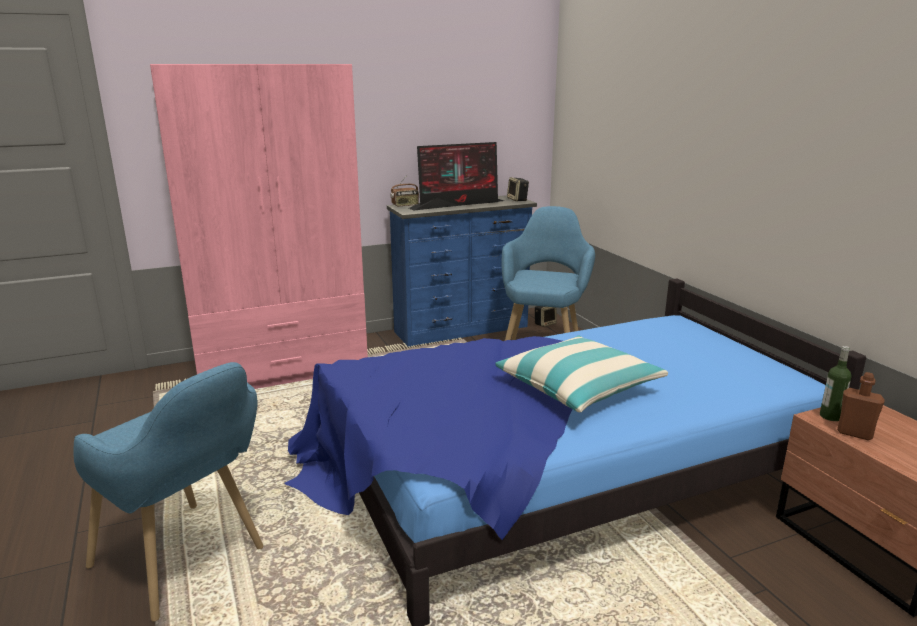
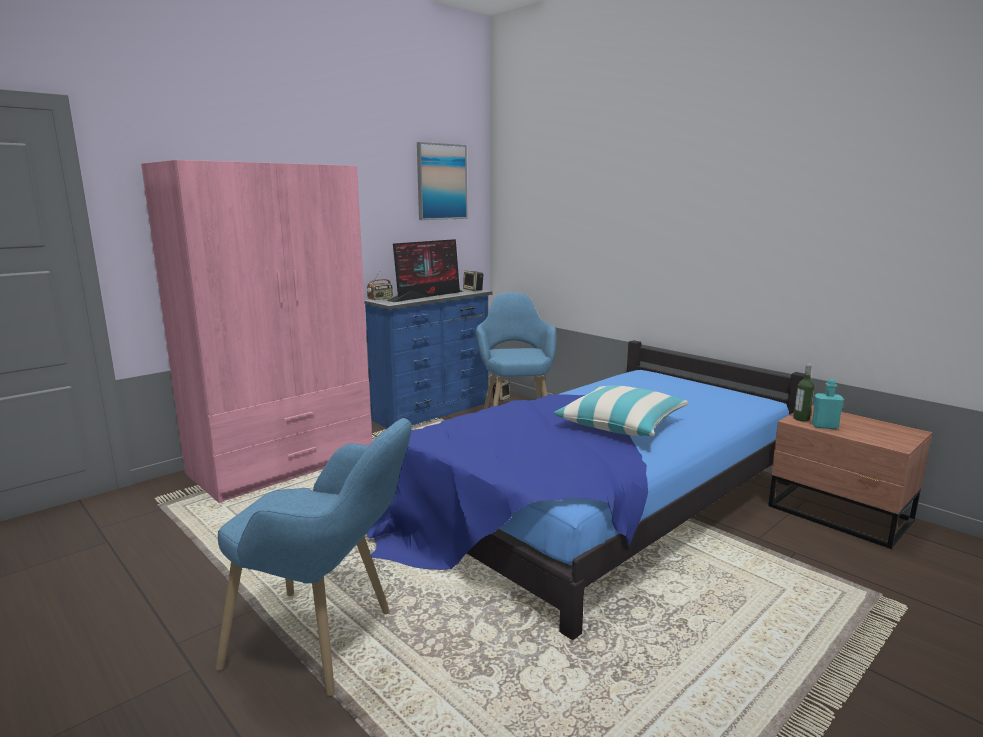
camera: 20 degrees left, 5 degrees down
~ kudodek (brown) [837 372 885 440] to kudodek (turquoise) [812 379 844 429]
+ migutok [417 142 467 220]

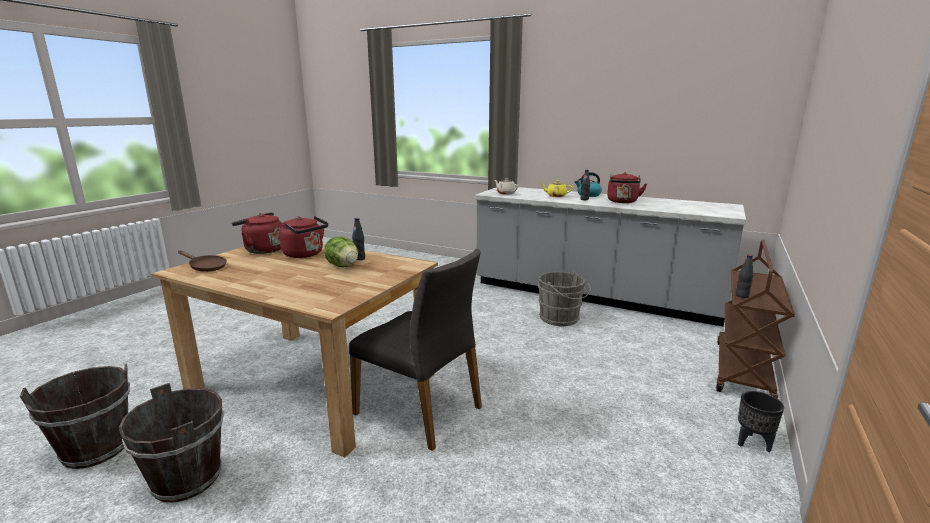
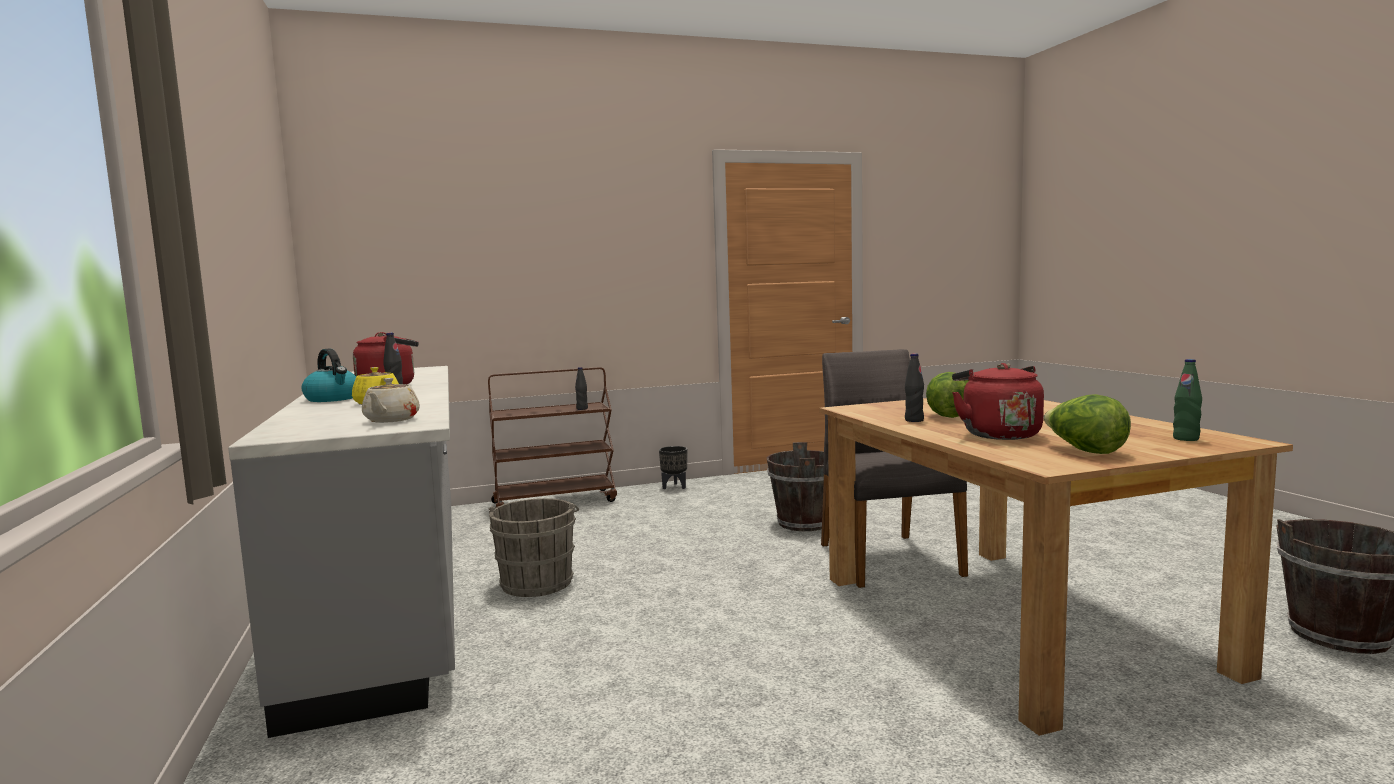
camera: 135 degrees left, 10 degrees down
~ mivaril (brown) [119 383 224 503] to [766 442 824 531]
~ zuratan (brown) [178 250 227 272] to kudodek (green) [1173 359 1202 441]
~ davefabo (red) [232 212 283 254] to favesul [1043 394 1131 454]

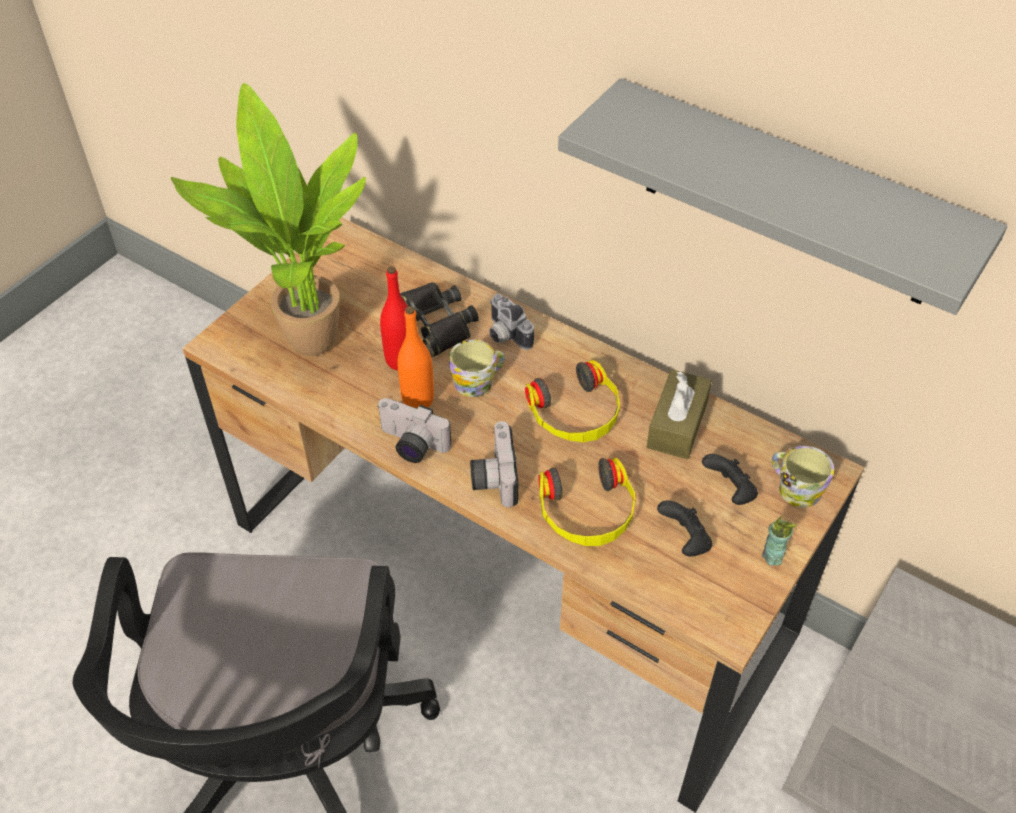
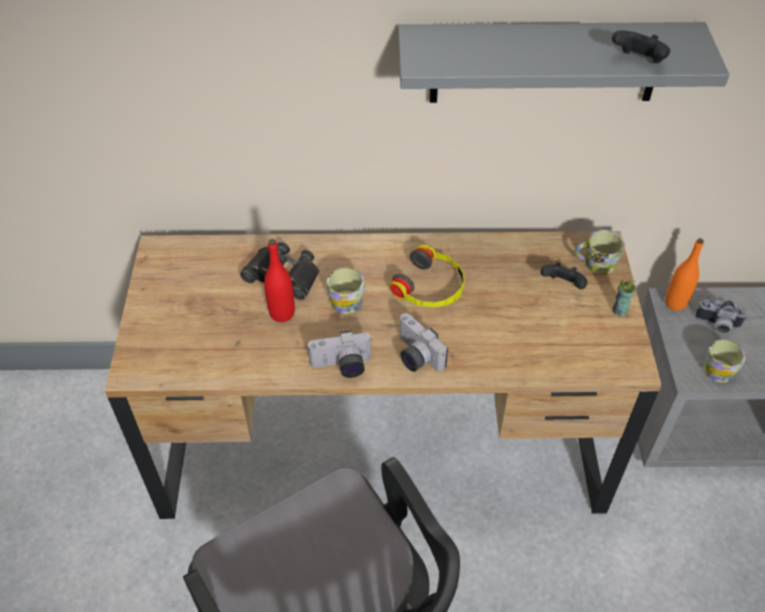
camera: 35 degrees left, 0 degrees up
- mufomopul [171 83 366 356]
~ kudodek (orange) [397 306 434 408] to [665 238 704 311]
~ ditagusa [489 293 534 350] to [695 299 747 333]
- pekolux [538 458 635 546]
- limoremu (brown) [647 369 712 459]
~ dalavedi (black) [657 500 712 556] to [612 30 670 63]
+ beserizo [704 340 746 383]

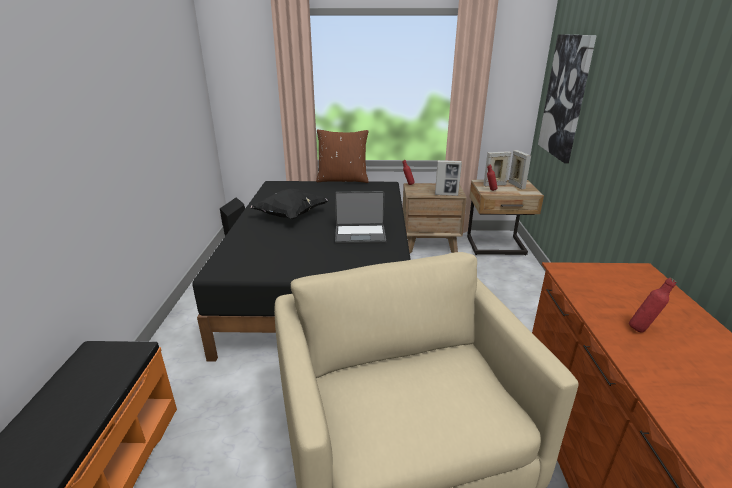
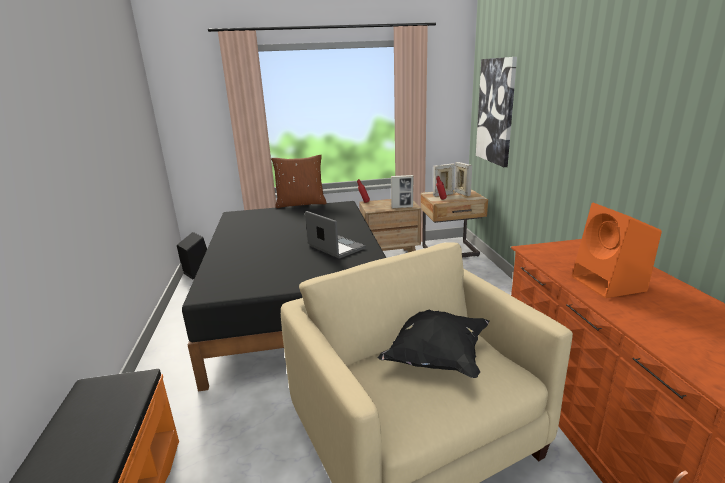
camera: 10 degrees left, 5 degrees down
~ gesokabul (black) [249 189 330 219] to [377 309 490 378]
~ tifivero [335 191 386 244] = [305 211 366 259] 120 degrees counterclockwise
~ kudodek (red) [629 278 676 333] to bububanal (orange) [572 203 662 298]

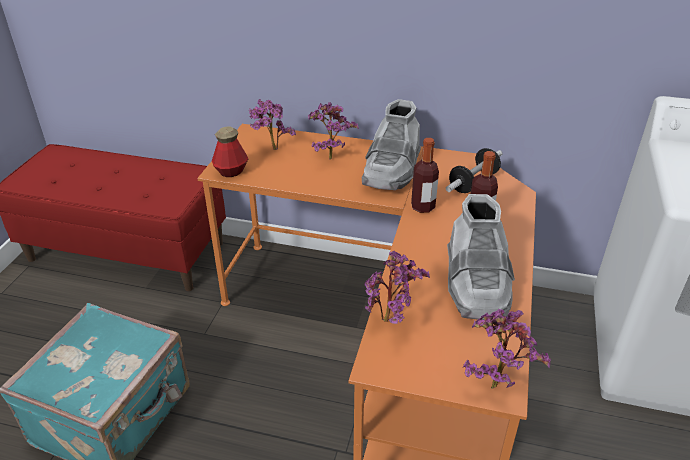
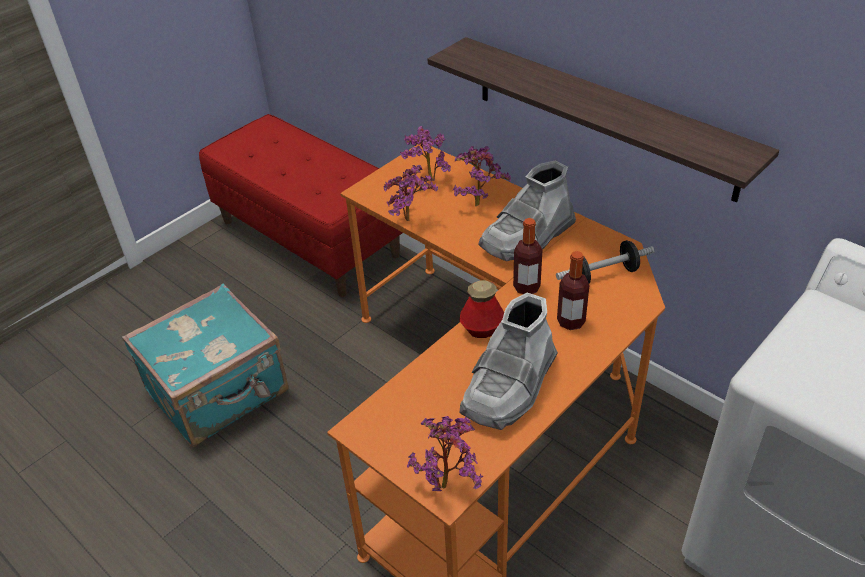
camera: 30 degrees right, 5 degrees up
~ kudodek [212 126 249 177] to [459 280 504 338]
~ mufomopul [364 251 430 324] to [383 165 438 221]
+ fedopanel [428 37 779 202]

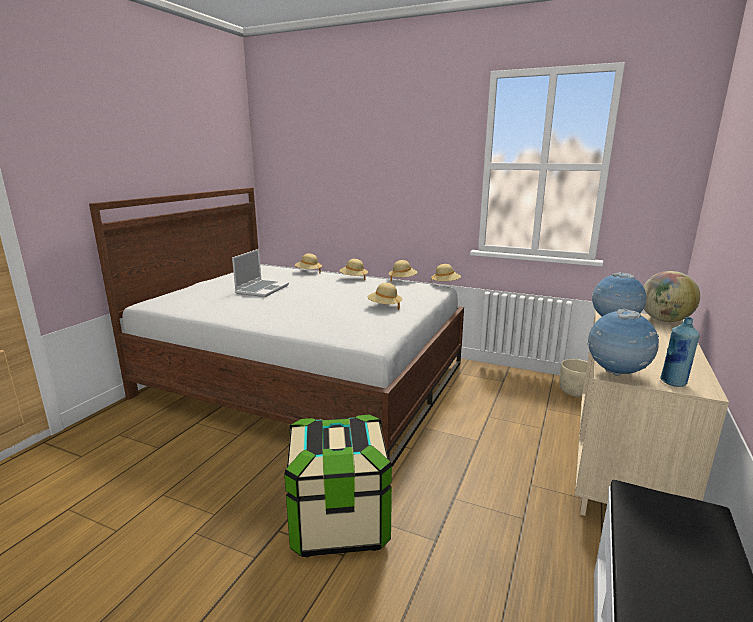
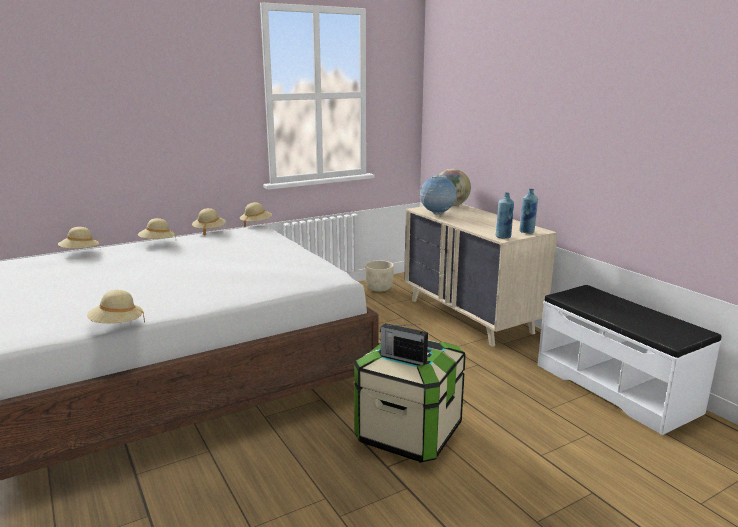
camera: 55 degrees left, 0 degrees up
- tifivero [232 249 289 297]
~ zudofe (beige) [367 283 403 310] to [87 290 145 323]
~ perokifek [587 308 659 376] to kudodek (blue) [496 192 514 238]
+ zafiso [380 323 428 365]

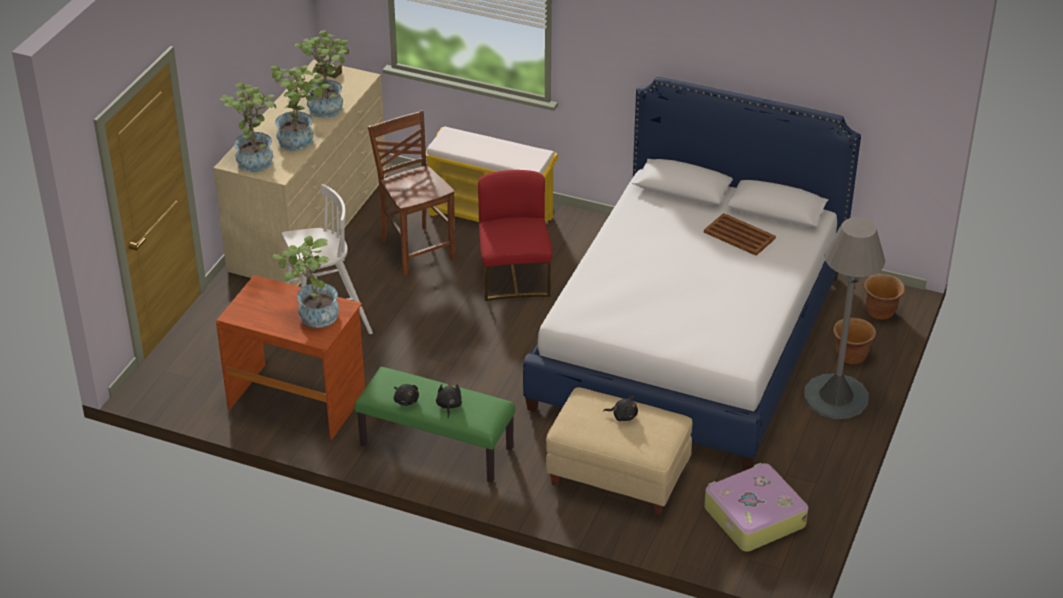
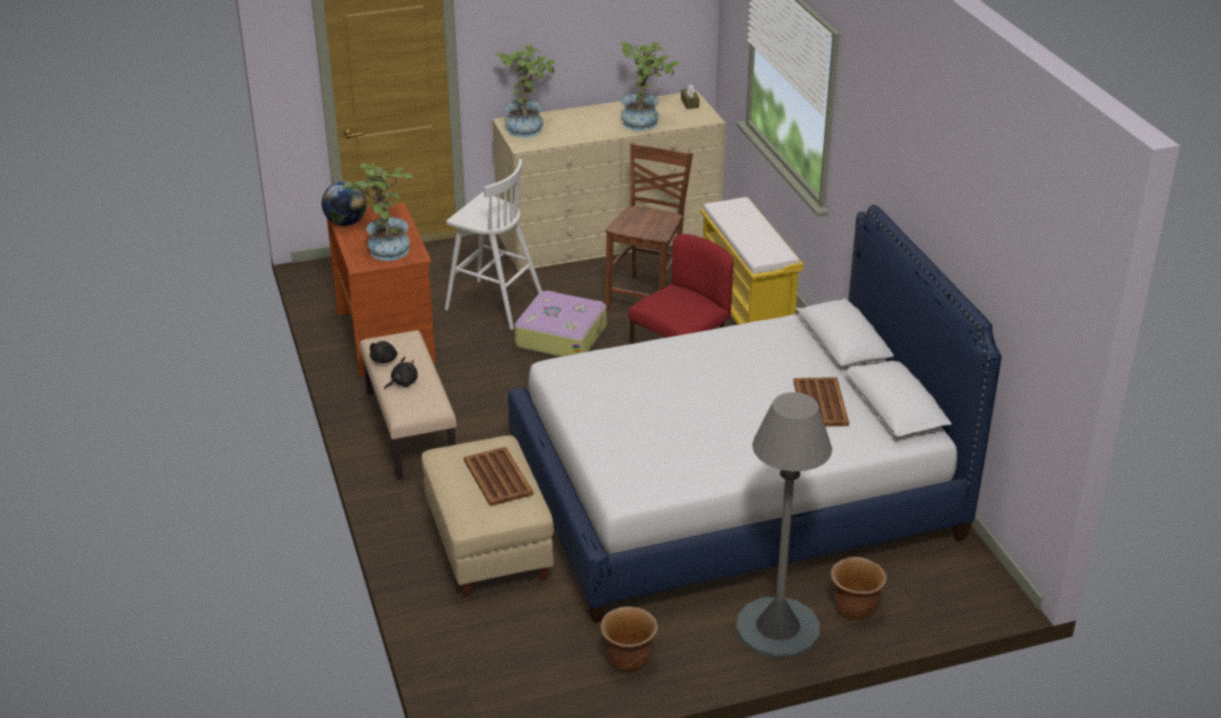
camera: 50 degrees right, 5 degrees down
- mufomopul [270 65 330 151]
~ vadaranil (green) [355 367 515 483] to vadaranil (beige) [359 330 457 480]
~ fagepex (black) [603 396 638 421] to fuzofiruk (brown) [464 447 534 506]
~ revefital [704 463 808 552] to [515 291 607 357]
~ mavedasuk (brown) [864 274 905 320] to [600 606 658 671]
+ perokifek [322 181 366 226]

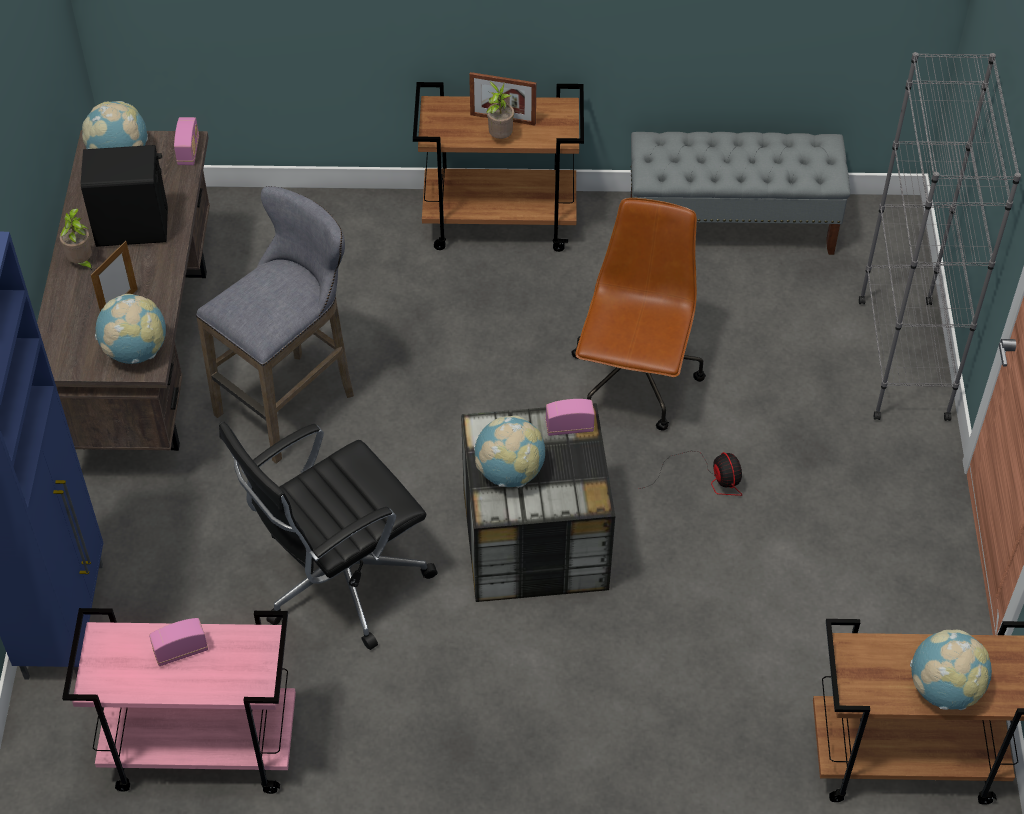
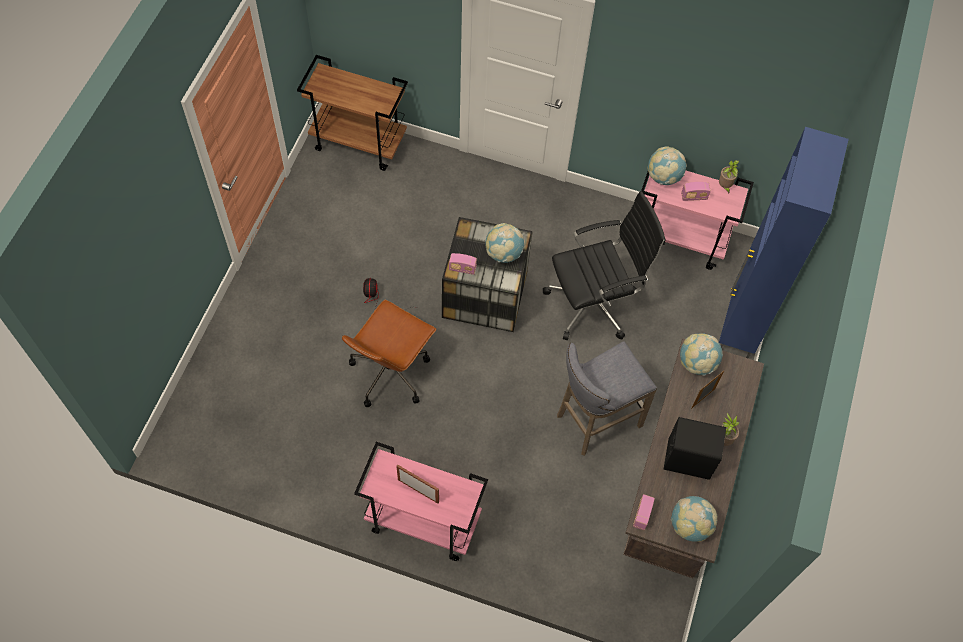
camera: 165 degrees left, 10 degrees up
~ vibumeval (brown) [413 82 584 252] to vibumeval (pink) [354 442 488 561]
~ mufomopul [486 81 514 139] to [719 160 739 195]
- vadaranil (grey) [630 132 850 255]
- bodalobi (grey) [859 52 1021 421]
~ perokifek [910 630 992 711] to [648 146 687 185]

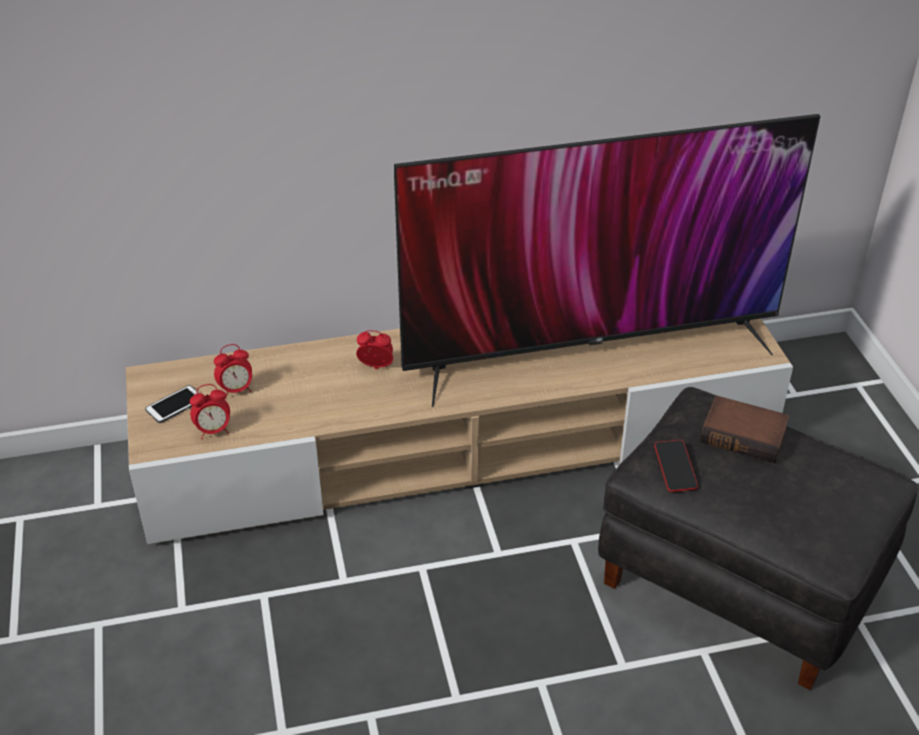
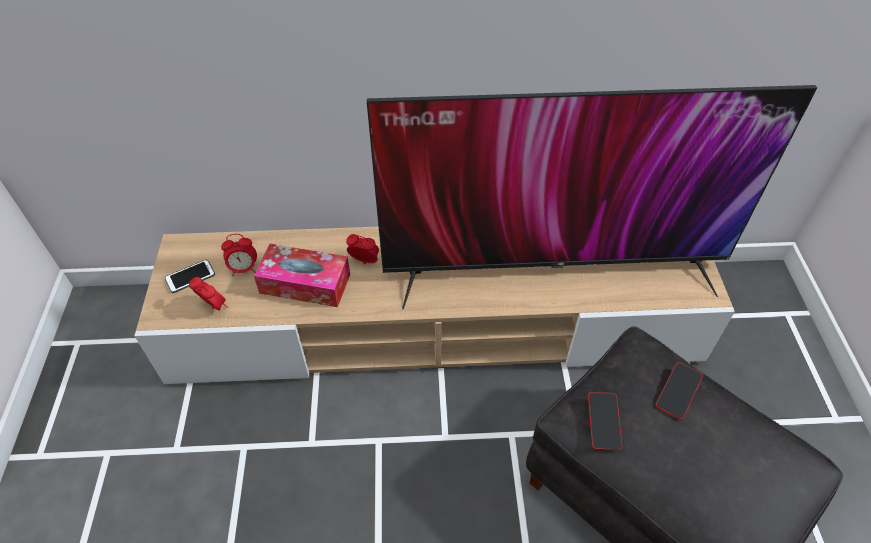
camera: 10 degrees right, 10 degrees up
~ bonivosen [190 384 230 439] = [189 277 228 311] 135 degrees counterclockwise
~ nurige [700 395 790 463] to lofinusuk [656 362 703 420]
+ limoremu [254 244 350 307]

